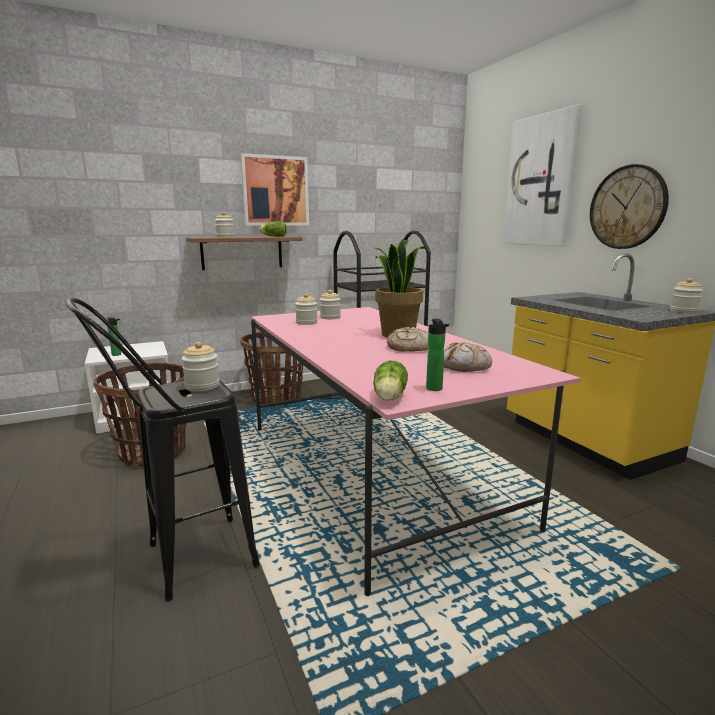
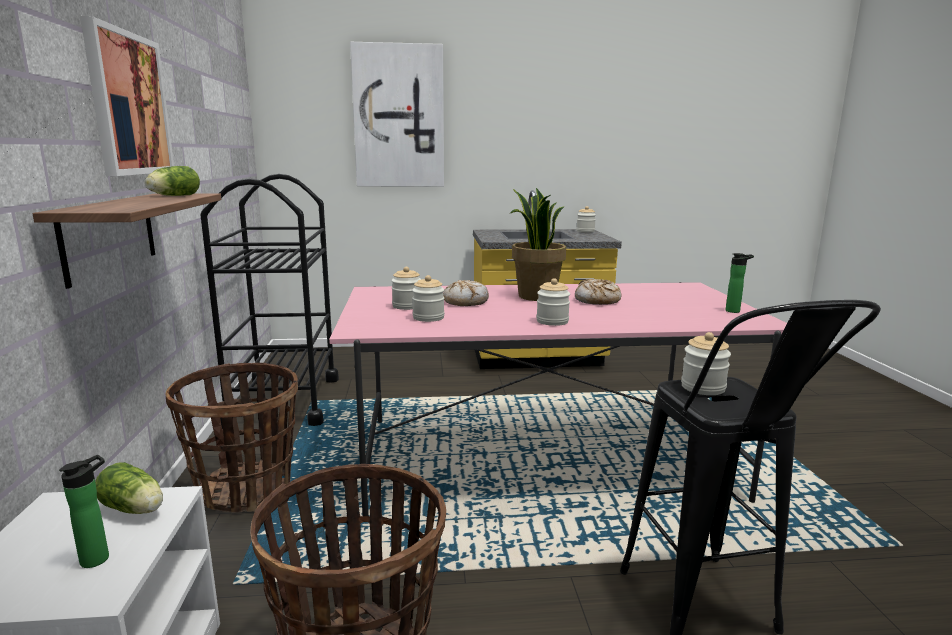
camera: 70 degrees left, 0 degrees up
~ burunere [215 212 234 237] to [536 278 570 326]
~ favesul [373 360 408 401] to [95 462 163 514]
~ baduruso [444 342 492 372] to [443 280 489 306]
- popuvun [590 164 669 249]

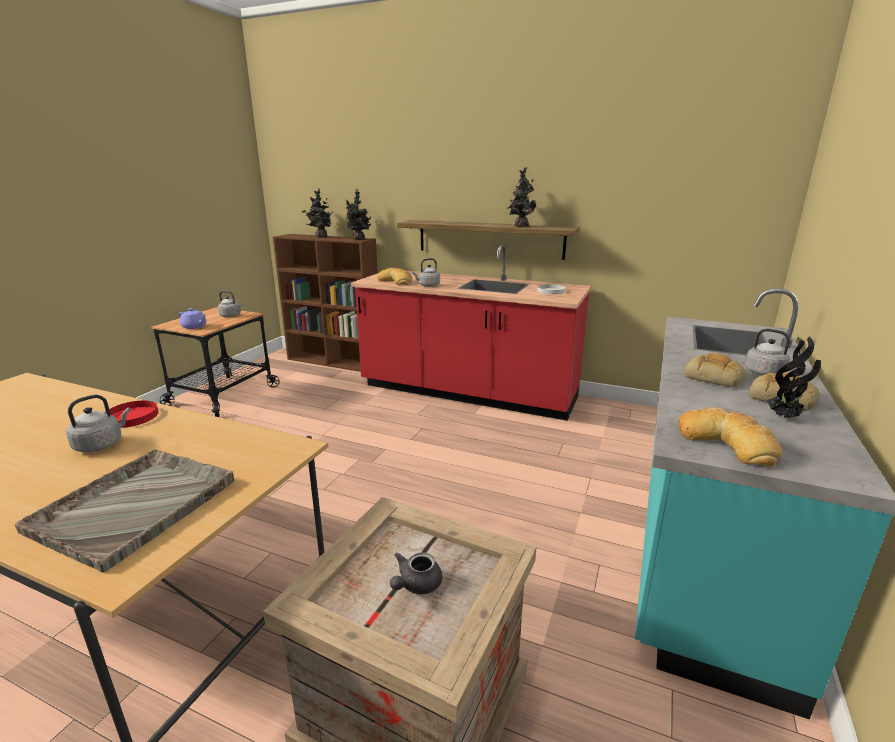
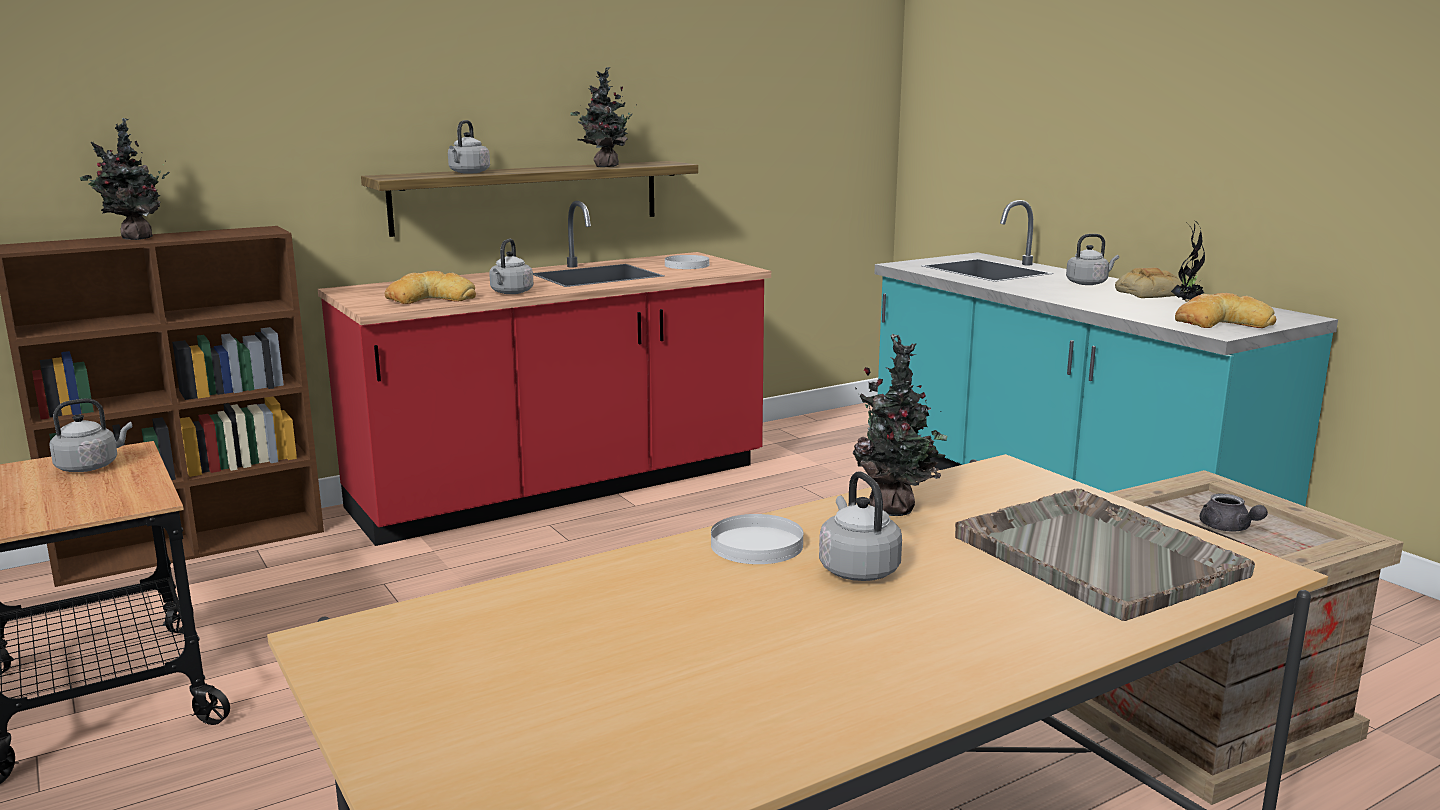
camera: 55 degrees left, 5 degrees down
~ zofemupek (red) [105 401 159 428] to zofemupek (white) [711 514 803 564]
- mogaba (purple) [179 308 206 329]
~ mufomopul [346 189 371 240] to [853 334 948 516]
- baduruso [684 353 746 388]
+ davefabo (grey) [448 120 490 174]

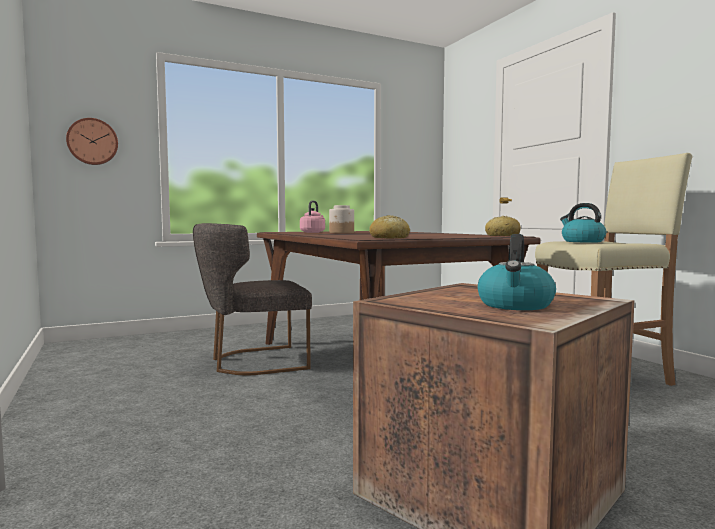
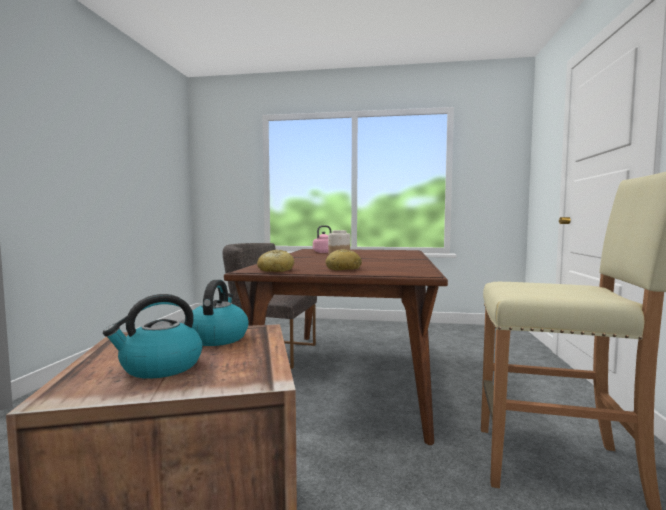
camera: 35 degrees right, 0 degrees up
- popuvun [66 118 118 165]
~ baduruso [485 216 521 236] to [325 249 362 271]
~ davefabo [560 203 606 243] to [184 280 249 346]

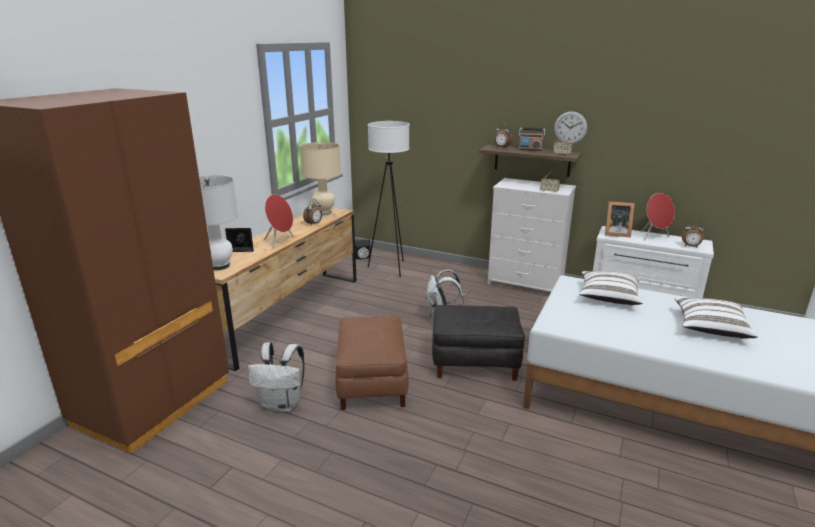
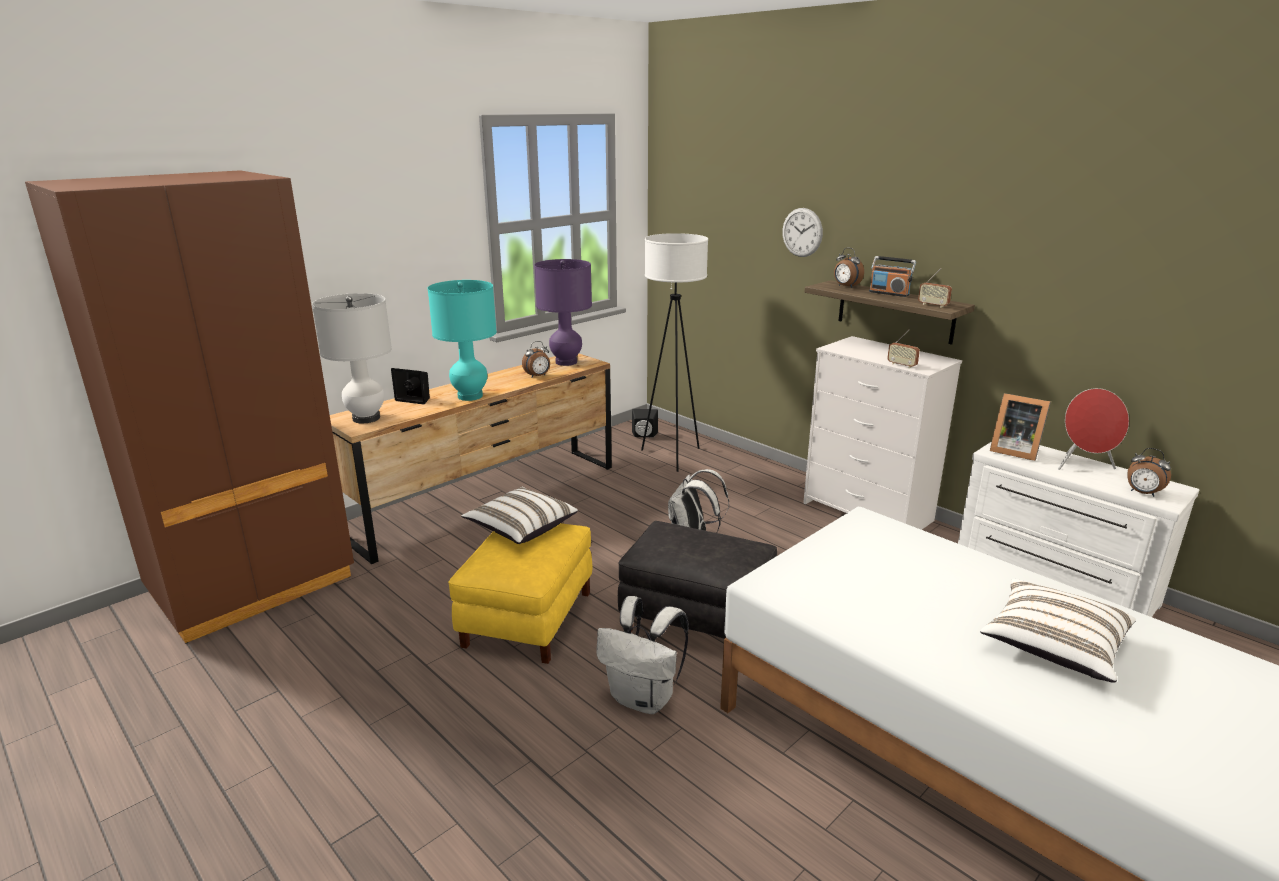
camera: 20 degrees right, 0 degrees up
~ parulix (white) [248 343 305 412] to [596 596 689 714]
~ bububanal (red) [264 195 294 249] to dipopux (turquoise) [427 280 497 401]
~ dipopux (beige) [300 142 341 215] to dipopux (purple) [534 259 592 366]
~ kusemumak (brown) [335 316 409 410] to kusemumak (yellow) [448 523 592 664]
~ popuvun [554 111 587 144] to [782 208 823 257]
~ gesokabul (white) [579 271 643 305] to [461 487 578 544]

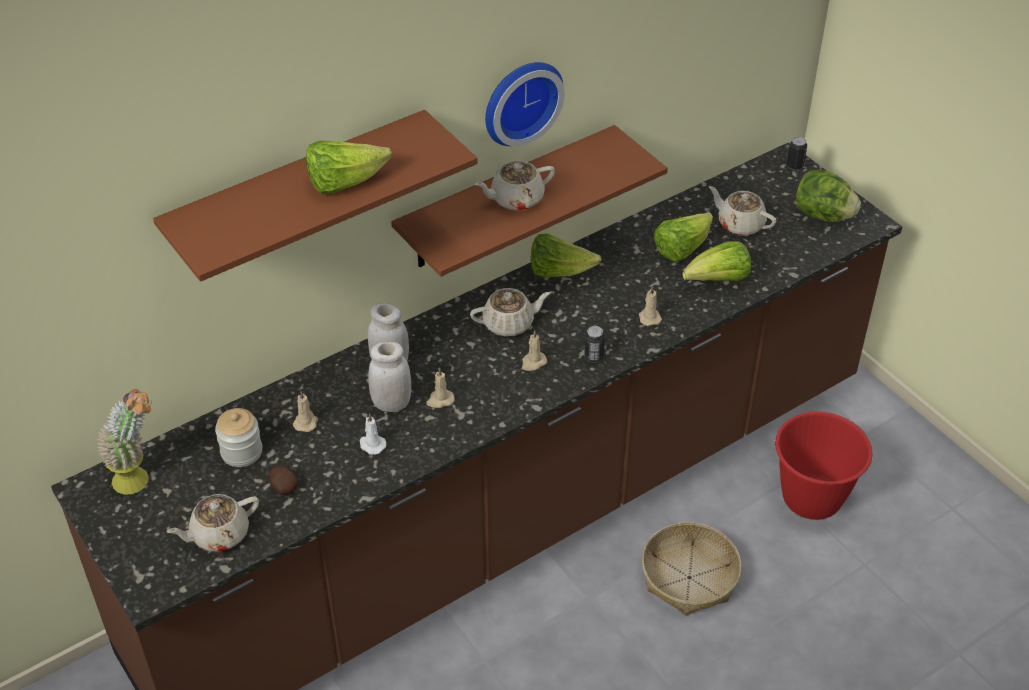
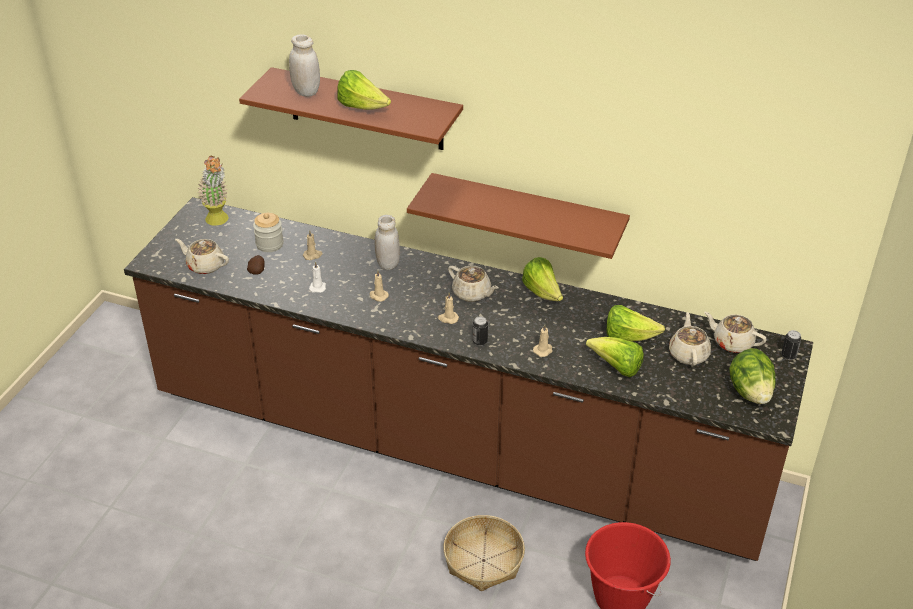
camera: 55 degrees right, 5 degrees down
~ burunere (white) [368 342 411 412] to [289 34 320 97]
~ mogaba (beige) [475 160 555 211] to [704 312 767 353]
- popuvun [485 62 565 146]

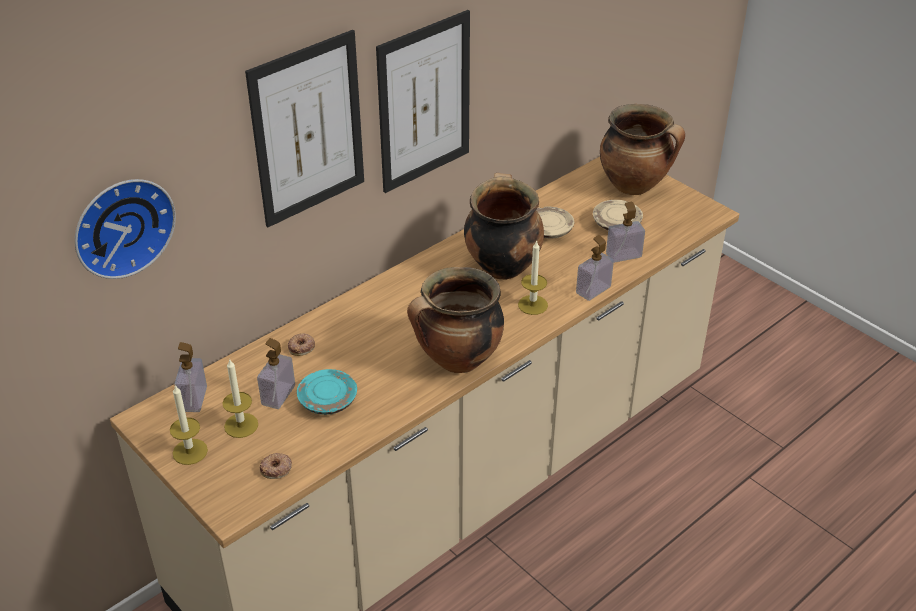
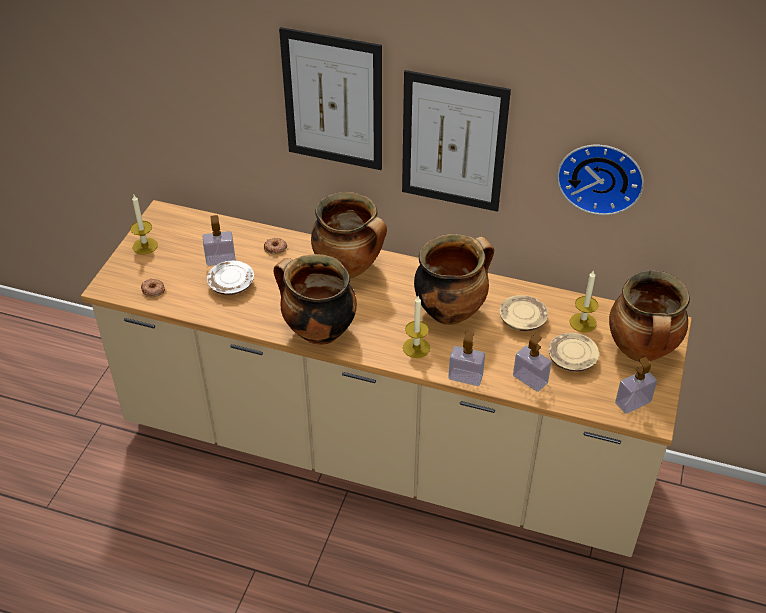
camera: 60 degrees right, 5 degrees up
~ popuvun [75 179 176 279] to [557 145 644 215]
~ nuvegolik [175 342 207 412] to [615 357 657 414]
~ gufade [222 358 258 438] to [570 270 598 332]
~ zofemupek (turquoise) [297 369 357 415] to zofemupek (white) [207 261 254 295]
+ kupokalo [311 192 387 278]

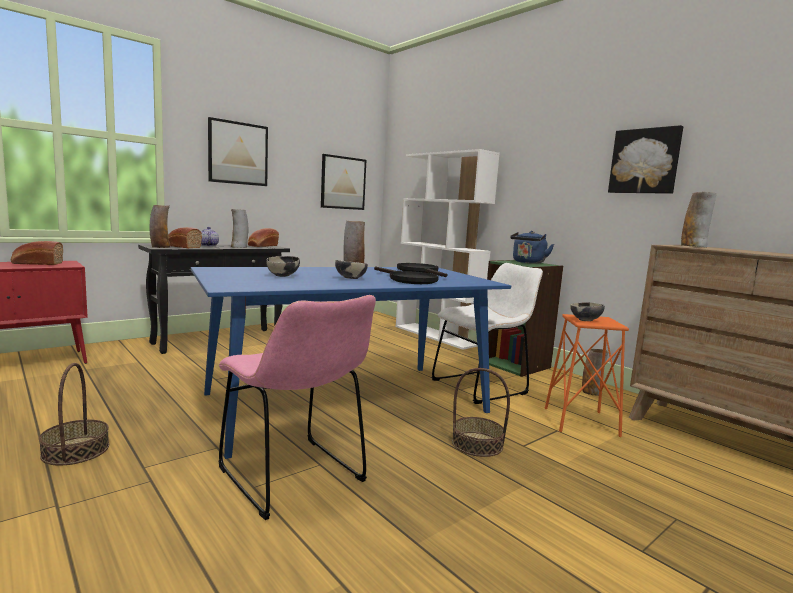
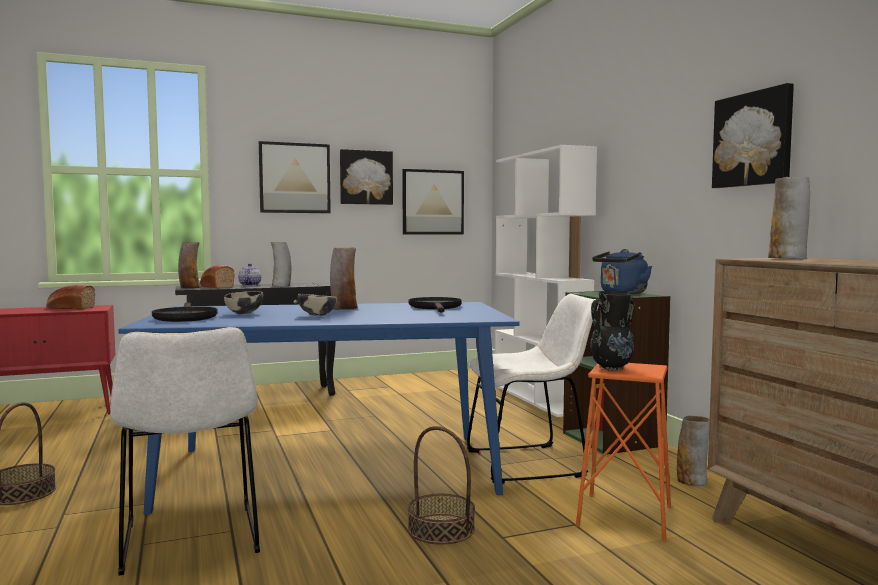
camera: 20 degrees right, 5 degrees down
~ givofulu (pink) [218 295 376 520] to givofulu (white) [110 327 260 576]
- baduruso [248 228 279 247]
~ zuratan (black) [374 266 439 284] to [152 302 218 322]
~ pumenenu [570 302 605 321] to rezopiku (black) [591 291 635 371]
+ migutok [340 149 393 205]

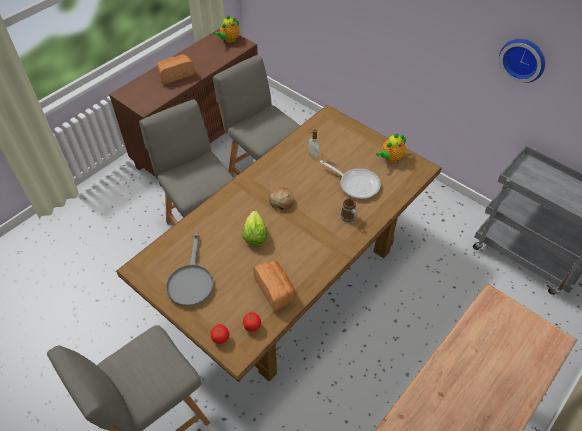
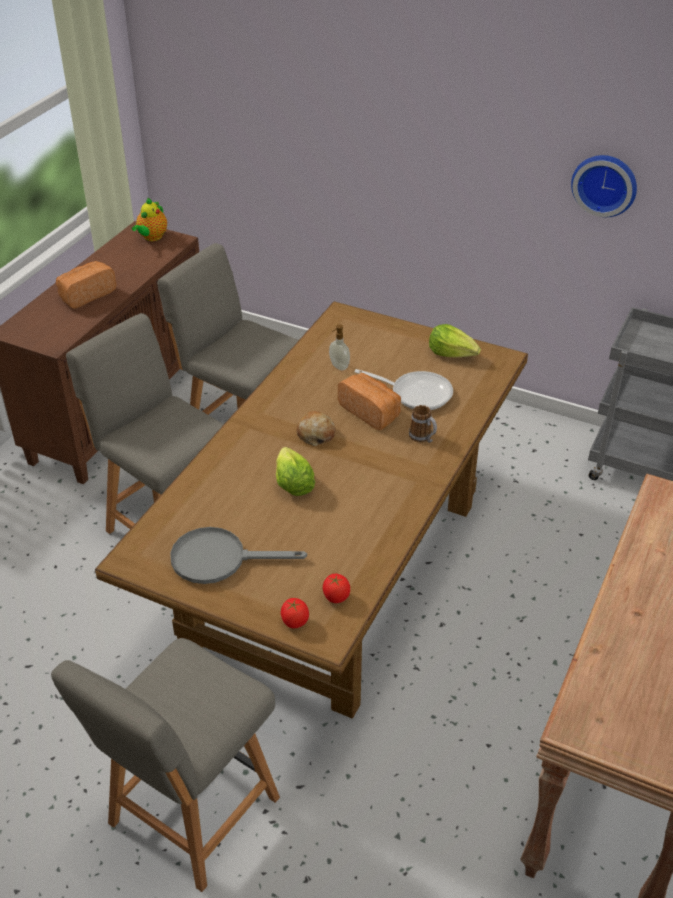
camera: 15 degrees left, 10 degrees down
~ zuratan (grey) [166 233 214 307] = [170 527 307 584] 105 degrees clockwise
~ baduruso [253 261 295 312] to [338 373 401 431]
~ mogaba [376 133 406 163] to favesul [429 324 481 357]

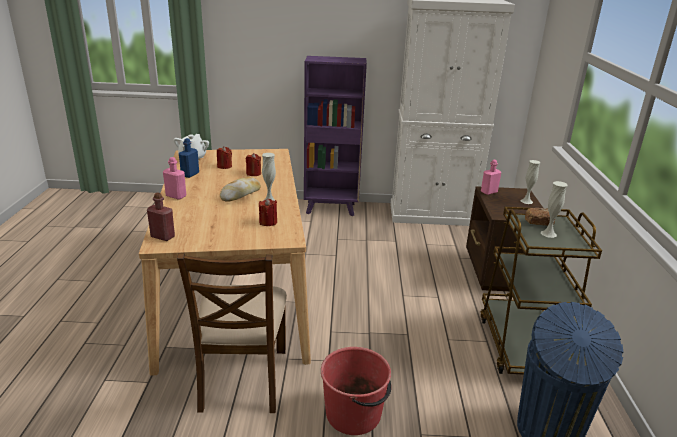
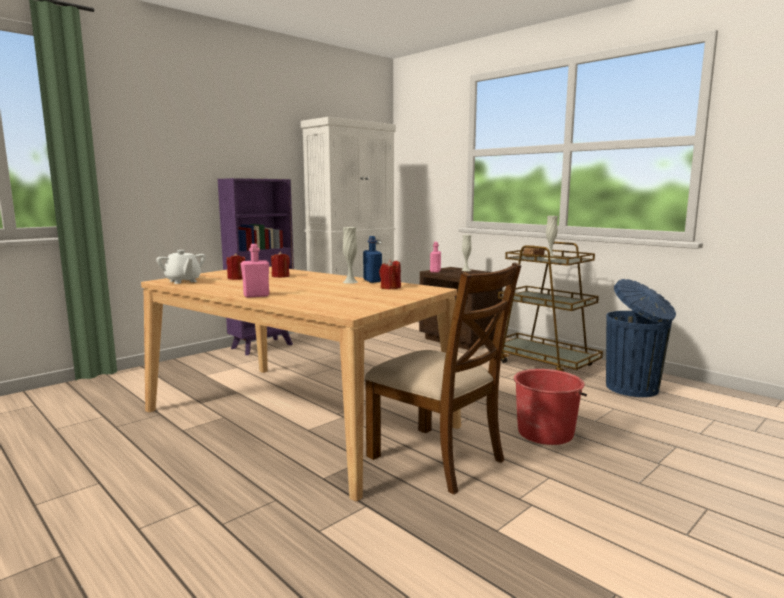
camera: 45 degrees left, 15 degrees down
- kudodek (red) [147 193 175 241]
~ kudodek (blue) [179 138 199 178] to [363 236 382 283]
- baduruso [220 177 261 202]

